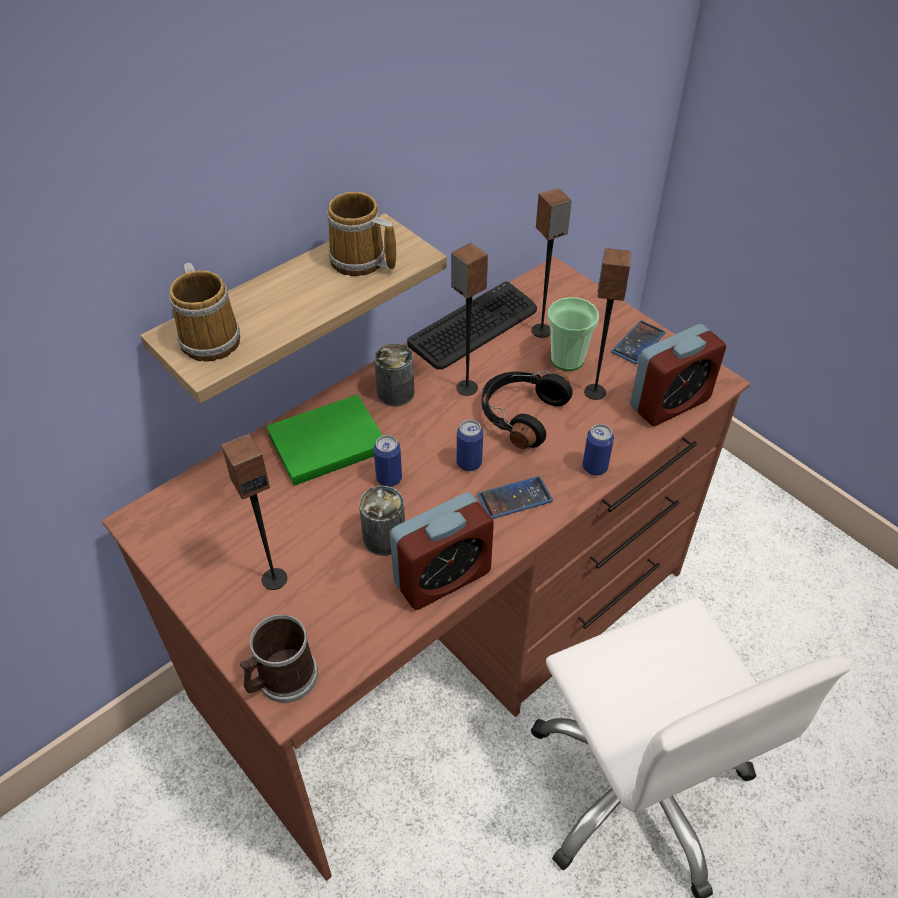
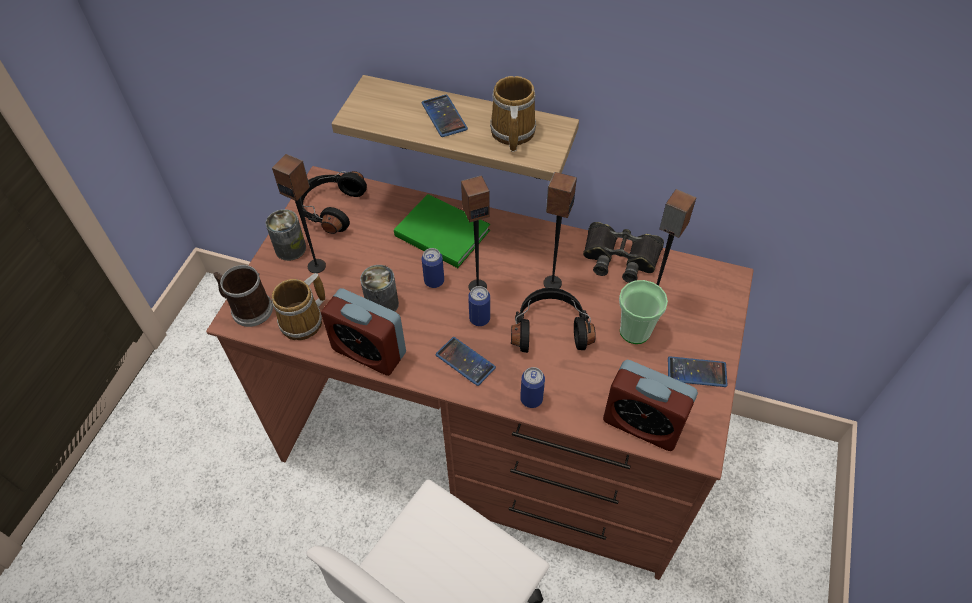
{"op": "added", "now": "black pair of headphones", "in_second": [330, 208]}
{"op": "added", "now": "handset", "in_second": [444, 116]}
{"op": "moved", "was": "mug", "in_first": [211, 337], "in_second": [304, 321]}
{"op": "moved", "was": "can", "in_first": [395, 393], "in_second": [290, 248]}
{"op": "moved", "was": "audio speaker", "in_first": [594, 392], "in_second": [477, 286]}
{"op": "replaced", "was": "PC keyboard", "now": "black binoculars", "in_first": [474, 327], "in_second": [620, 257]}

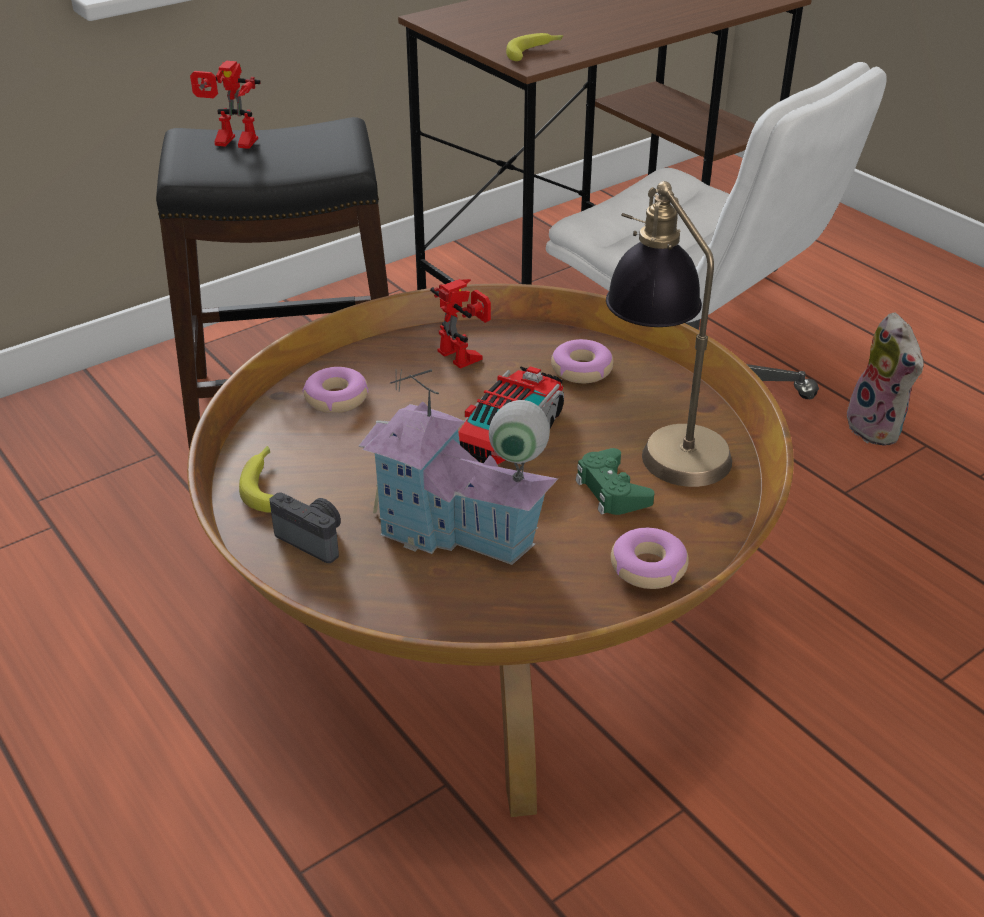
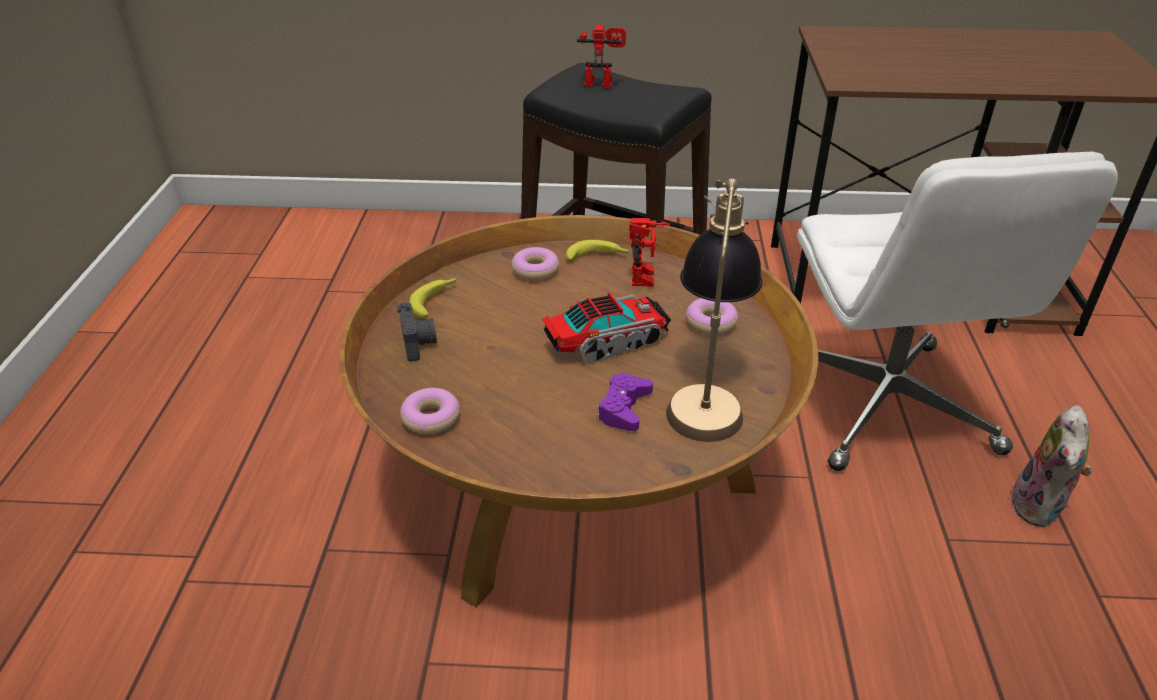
{"op": "removed", "was": "toy house", "in_first": [455, 532]}
{"op": "moved", "was": "banana fruit", "in_first": [535, 52], "in_second": [598, 257]}
{"op": "moved", "was": "donut", "in_first": [648, 567], "in_second": [431, 418]}
{"op": "recoloured", "was": "green-coloured gamepad", "now": "purple-coloured gamepad", "in_first": [611, 490], "in_second": [624, 408]}
{"op": "turned", "was": "model robot", "in_first": [231, 144], "in_second": [601, 81], "clockwise": 135}

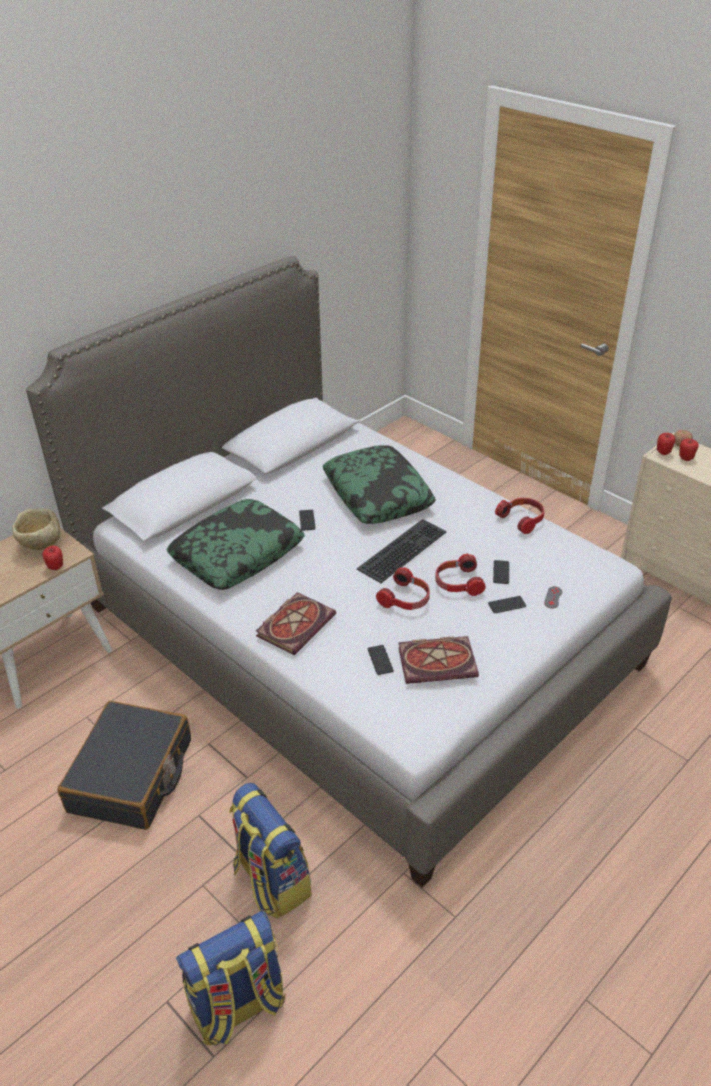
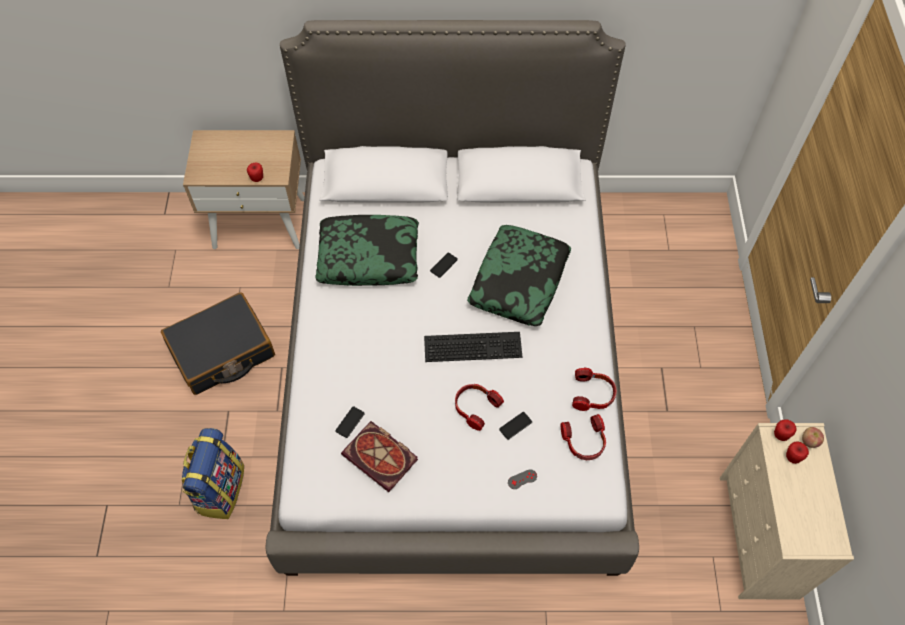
{"op": "removed", "was": "beige bowl", "in_first": [41, 544]}
{"op": "removed", "was": "knapsack", "in_first": [237, 1006]}
{"op": "removed", "was": "volume", "in_first": [296, 624]}
{"op": "removed", "was": "handset", "in_first": [507, 605]}
{"op": "moved", "was": "pair of headphones", "in_first": [406, 599], "in_second": [584, 442]}

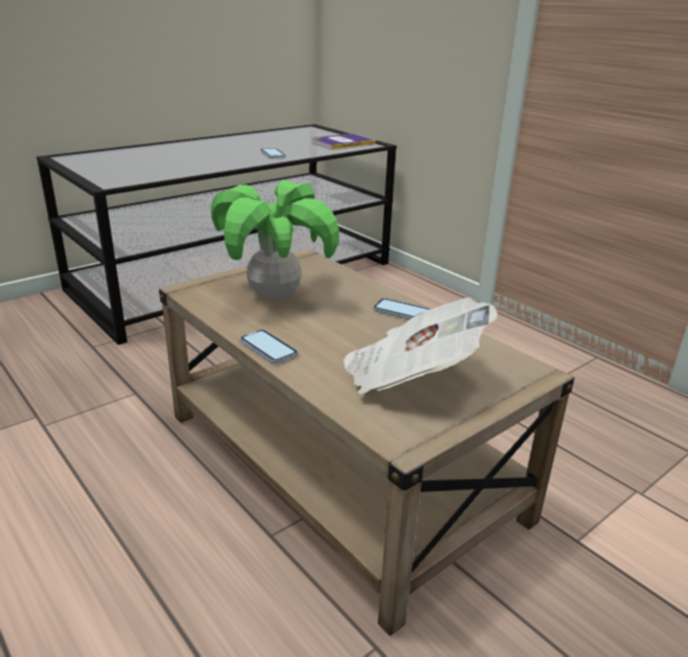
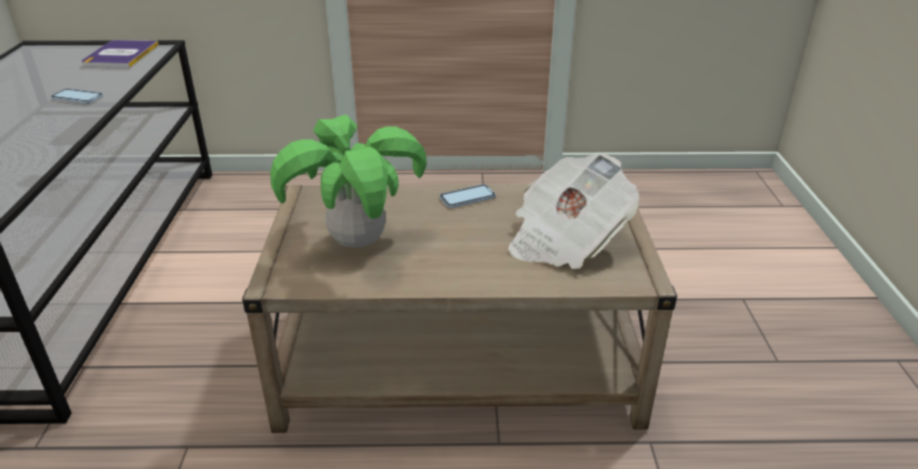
{"op": "removed", "was": "handset", "in_first": [268, 348]}

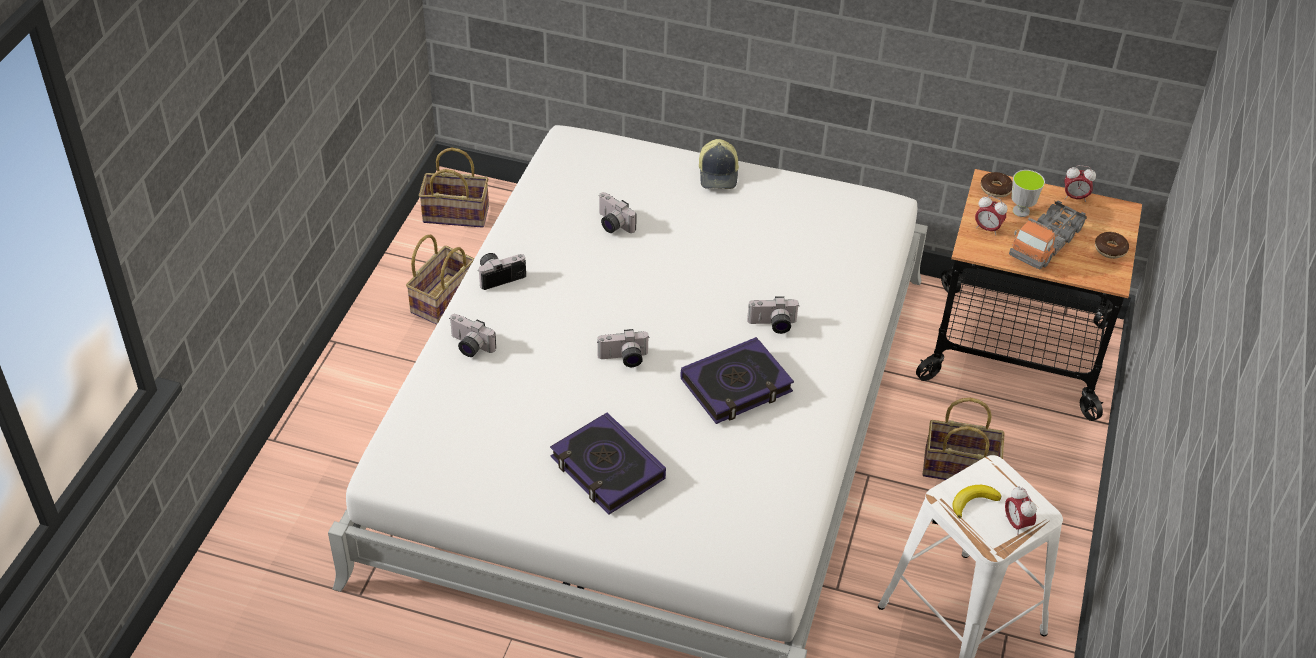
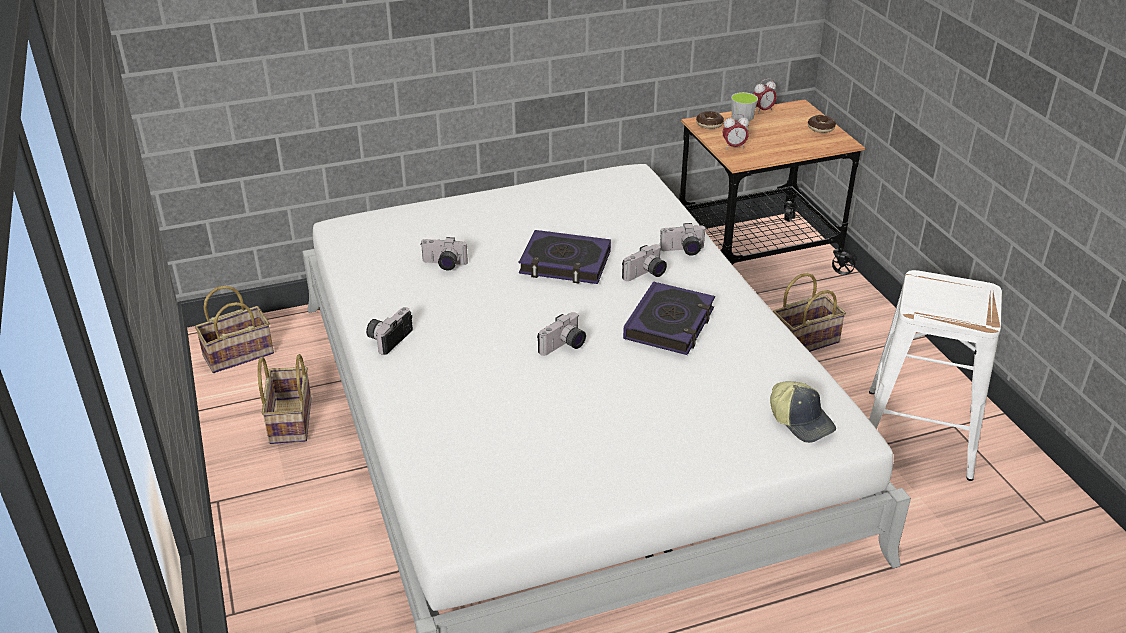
{"op": "removed", "was": "banana fruit", "in_first": [973, 502]}
{"op": "removed", "was": "bedside clock", "in_first": [1016, 524]}
{"op": "removed", "was": "model truck", "in_first": [1046, 243]}
{"op": "moved", "was": "photo camera", "in_first": [469, 346], "in_second": [683, 251]}
{"op": "moved", "was": "volume", "in_first": [607, 469], "in_second": [565, 263]}
{"op": "moved", "was": "baseball cap", "in_first": [719, 174], "in_second": [801, 421]}

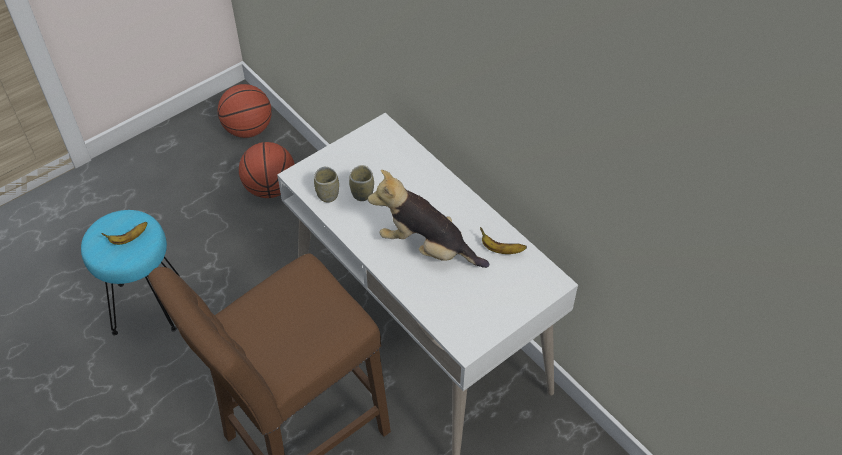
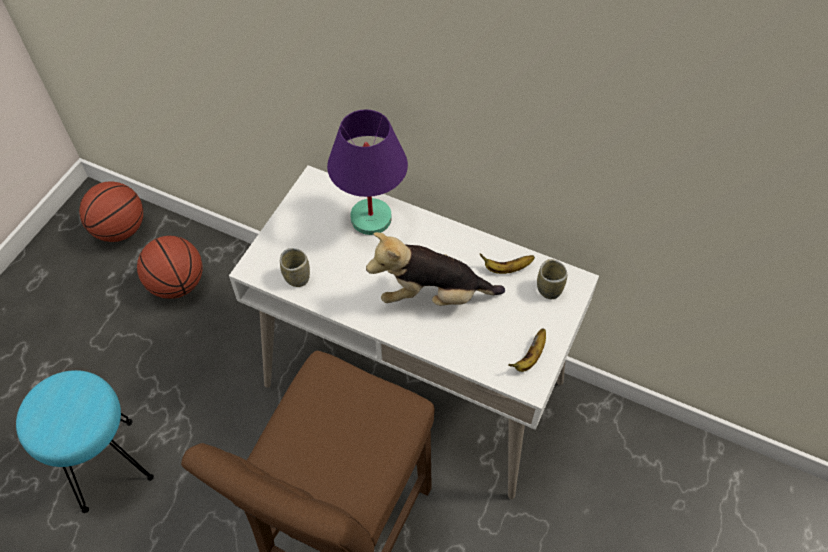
{"op": "added", "now": "purple-coloured tabletop lamp", "in_second": [372, 218]}
{"op": "moved", "was": "banana fruit", "in_first": [129, 238], "in_second": [530, 357]}
{"op": "moved", "was": "cup", "in_first": [362, 193], "in_second": [549, 289]}

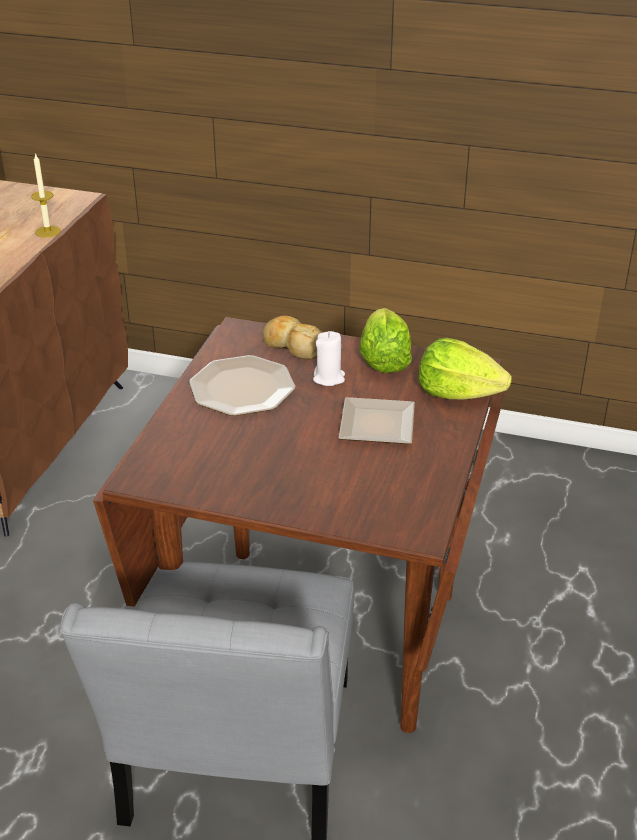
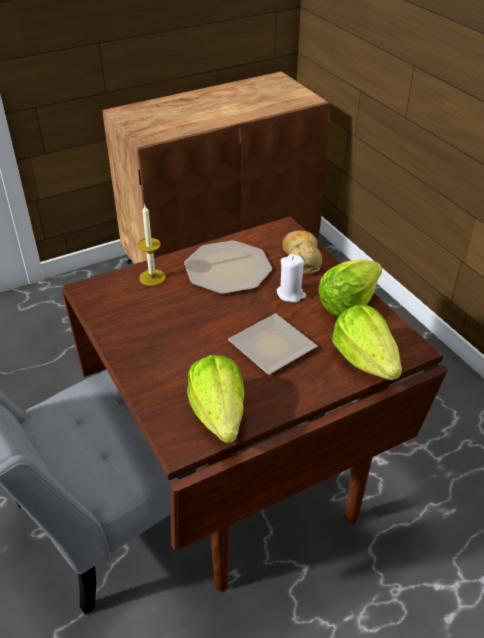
{"op": "added", "now": "lettuce", "in_second": [219, 415]}
{"op": "moved", "was": "wax light", "in_first": [47, 231], "in_second": [152, 277]}

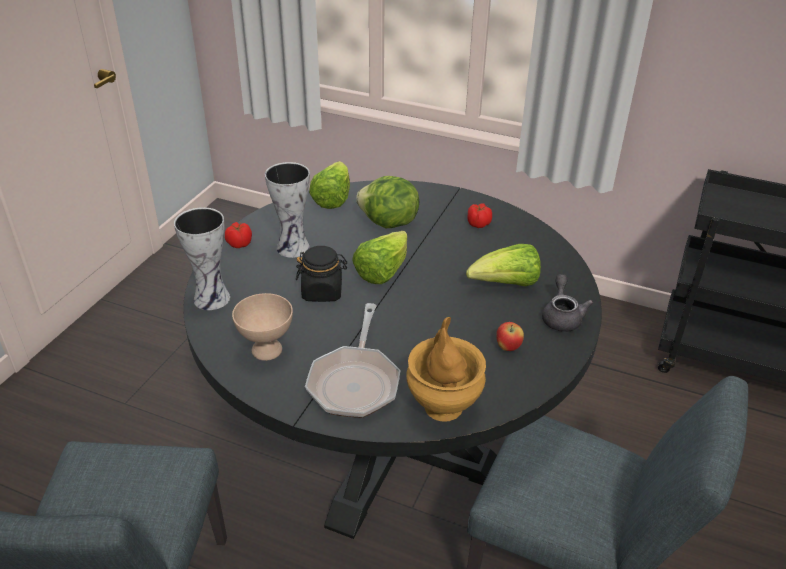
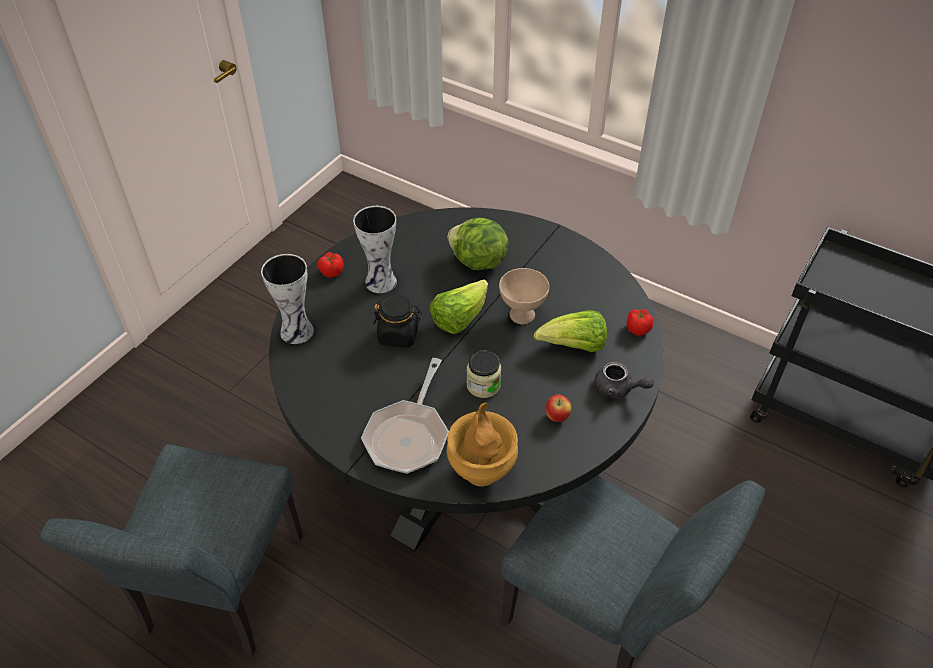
{"op": "removed", "was": "lettuce", "in_first": [332, 198]}
{"op": "added", "now": "jar", "in_second": [483, 385]}
{"op": "moved", "was": "beige bowl", "in_first": [266, 349], "in_second": [521, 314]}
{"op": "moved", "was": "whole tomato", "in_first": [478, 224], "in_second": [637, 329]}
{"op": "turned", "was": "gray pot for tea", "in_first": [562, 317], "in_second": [618, 389], "clockwise": 105}

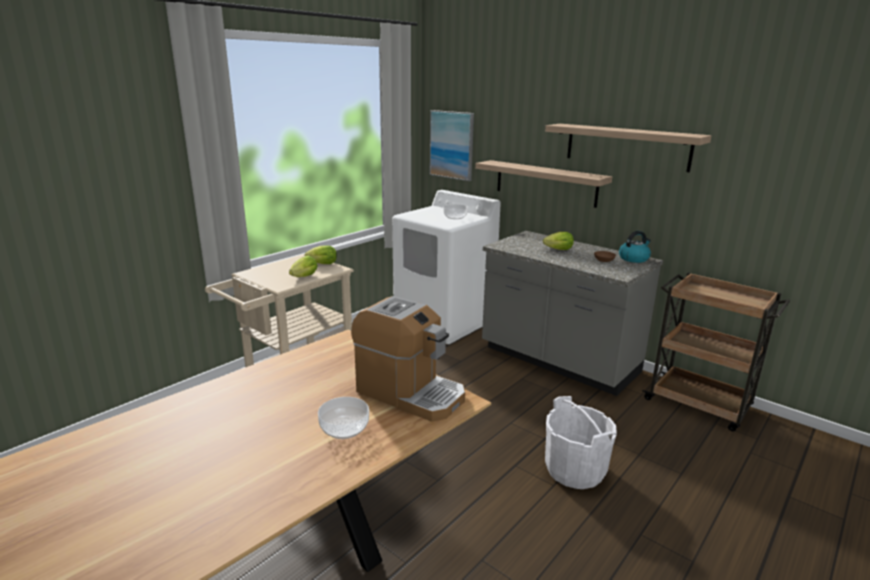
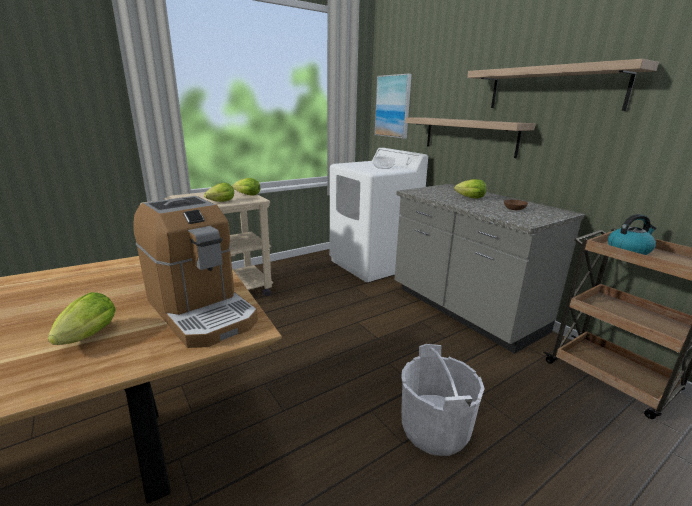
{"op": "moved", "was": "tea kettle", "in_first": [634, 258], "in_second": [628, 250]}
{"op": "replaced", "was": "bowl", "now": "lettuce", "in_first": [345, 428], "in_second": [86, 338]}

